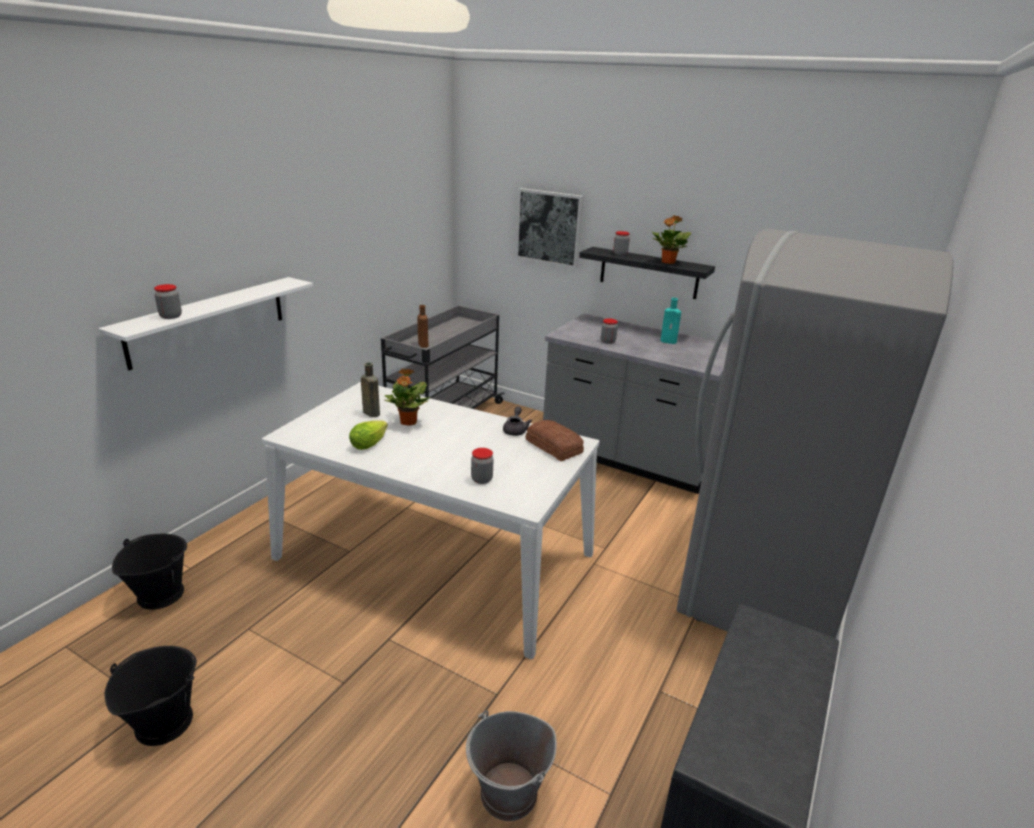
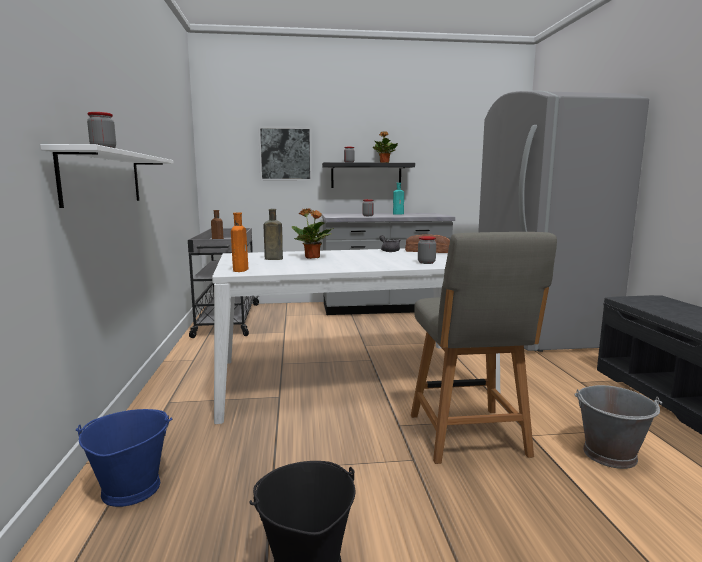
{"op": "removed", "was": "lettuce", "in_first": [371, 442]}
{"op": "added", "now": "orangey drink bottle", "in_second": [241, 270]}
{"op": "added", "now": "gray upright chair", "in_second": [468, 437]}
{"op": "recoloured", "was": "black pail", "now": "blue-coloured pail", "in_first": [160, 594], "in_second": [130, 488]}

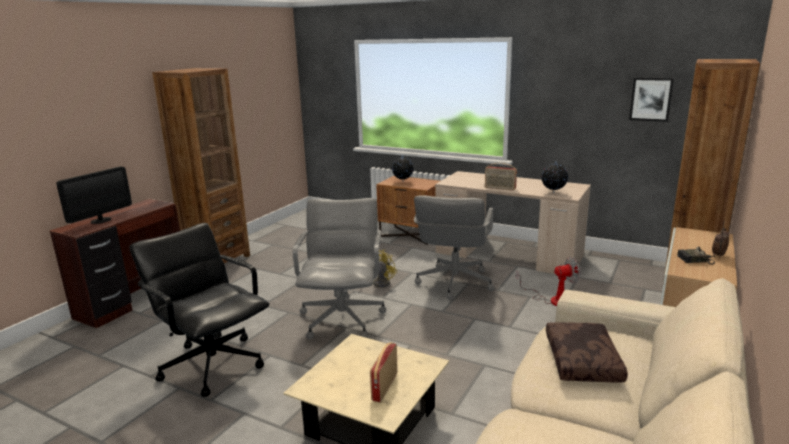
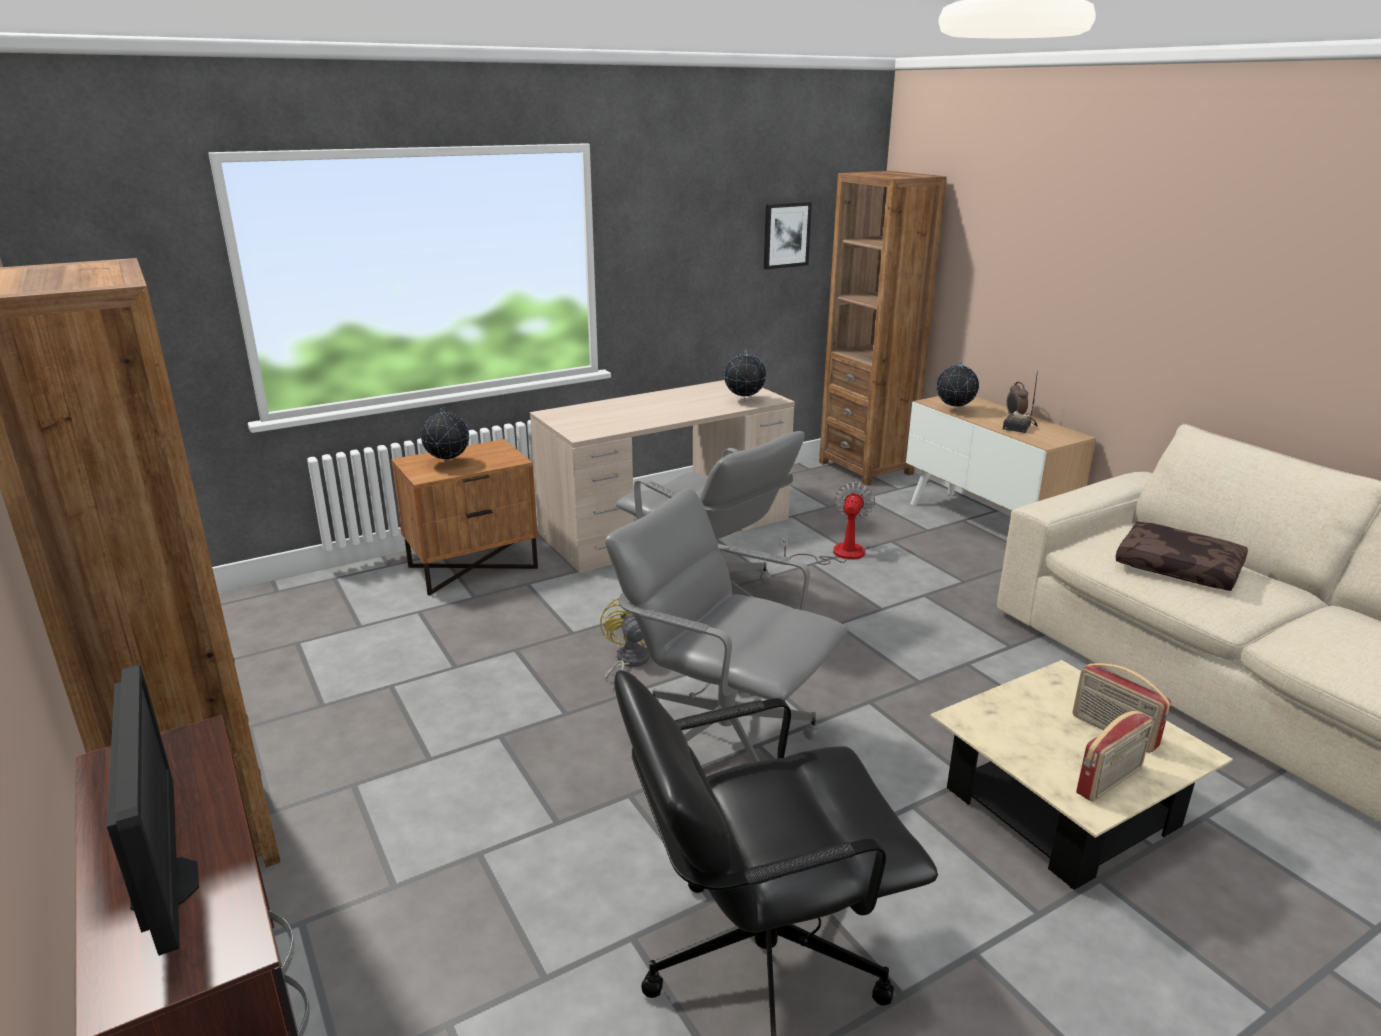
{"op": "added", "now": "world globe", "in_second": [954, 411]}
{"op": "moved", "was": "radio set", "in_first": [500, 188], "in_second": [1110, 781]}

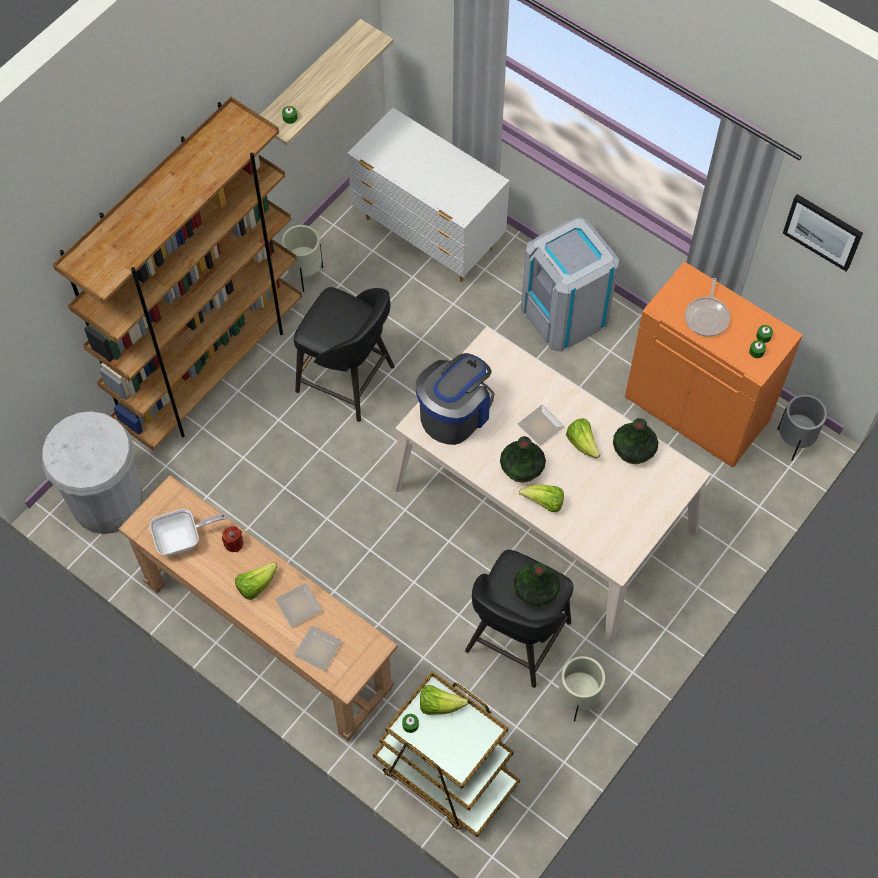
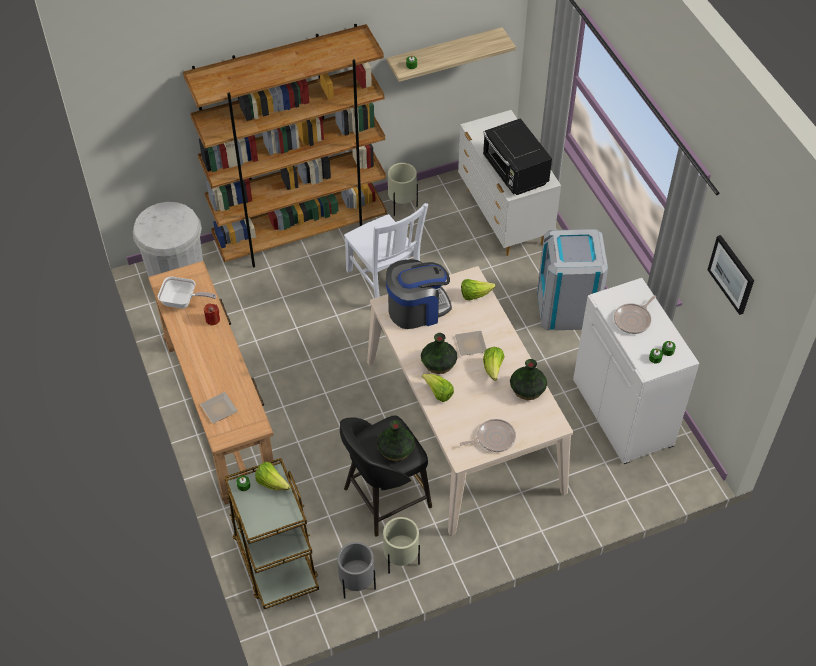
{"op": "removed", "was": "flat dish", "in_first": [299, 604]}
{"op": "added", "now": "pan", "in_second": [493, 438]}
{"op": "added", "now": "black microwave oven", "in_second": [515, 173]}
{"op": "moved", "was": "lettuce", "in_first": [256, 585], "in_second": [475, 295]}
{"op": "moved", "was": "gray planter", "in_first": [793, 442], "in_second": [357, 585]}
{"op": "replaced", "was": "black stool", "now": "white-coloured upright chair", "in_first": [348, 380], "in_second": [385, 282]}
{"op": "recoloured", "was": "orangey cupboard", "now": "white-coloured cupboard", "in_first": [698, 408], "in_second": [624, 413]}

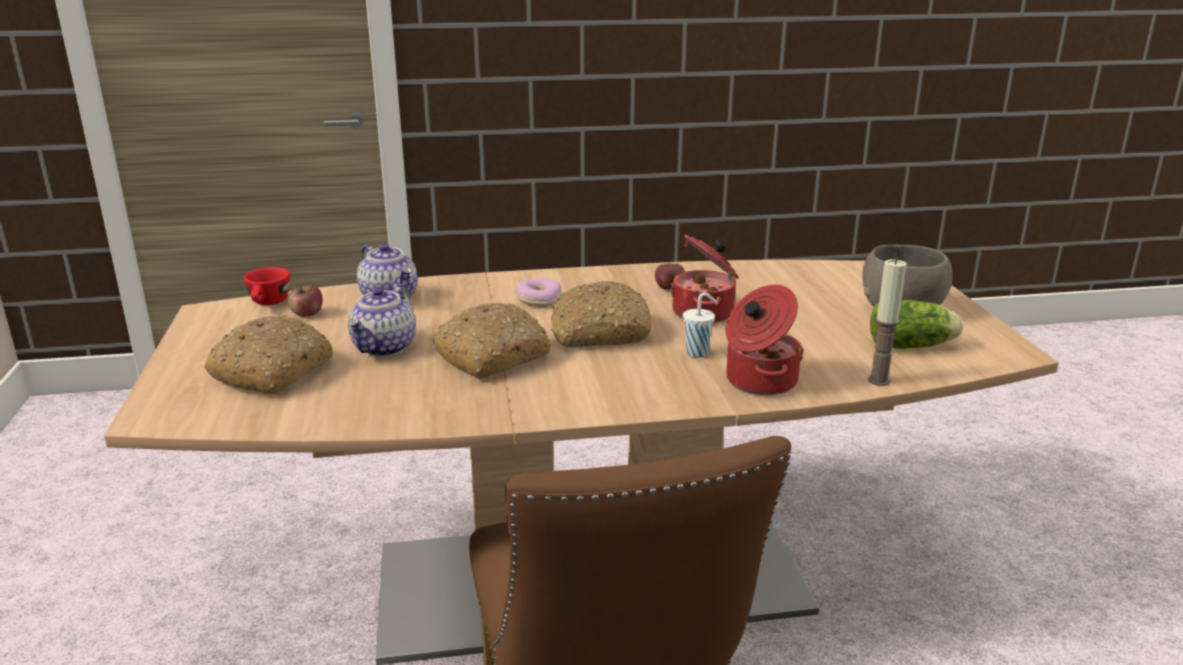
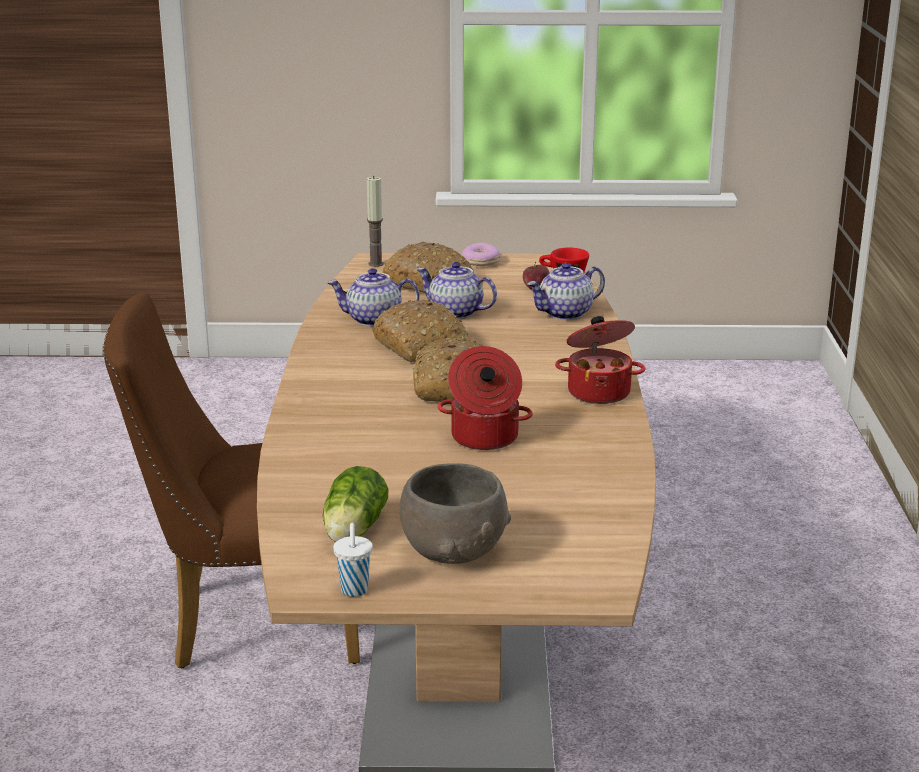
{"op": "removed", "was": "apple fruit", "in_first": [669, 288]}
{"op": "added", "now": "pot for tea", "in_second": [373, 320]}
{"op": "moved", "was": "donut", "in_first": [538, 300], "in_second": [481, 262]}
{"op": "moved", "was": "white-coloured cup", "in_first": [698, 353], "in_second": [354, 591]}
{"op": "moved", "was": "saucepot", "in_first": [759, 381], "in_second": [599, 391]}
{"op": "moved", "was": "wax light", "in_first": [879, 380], "in_second": [376, 264]}

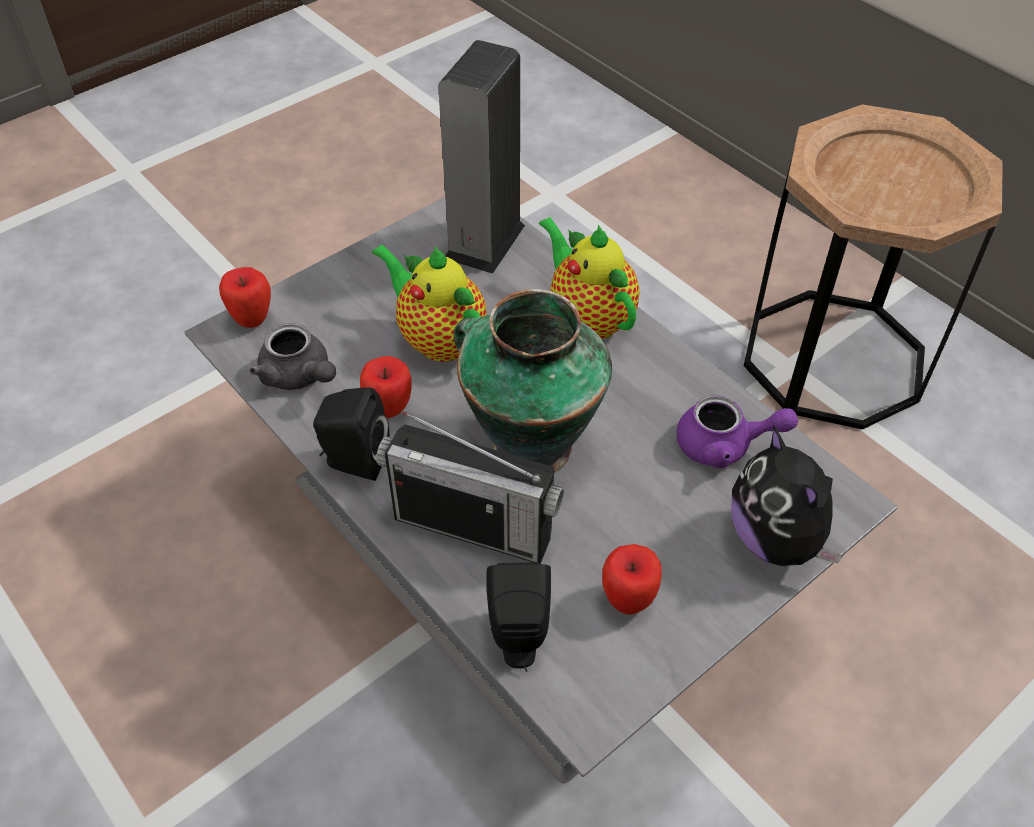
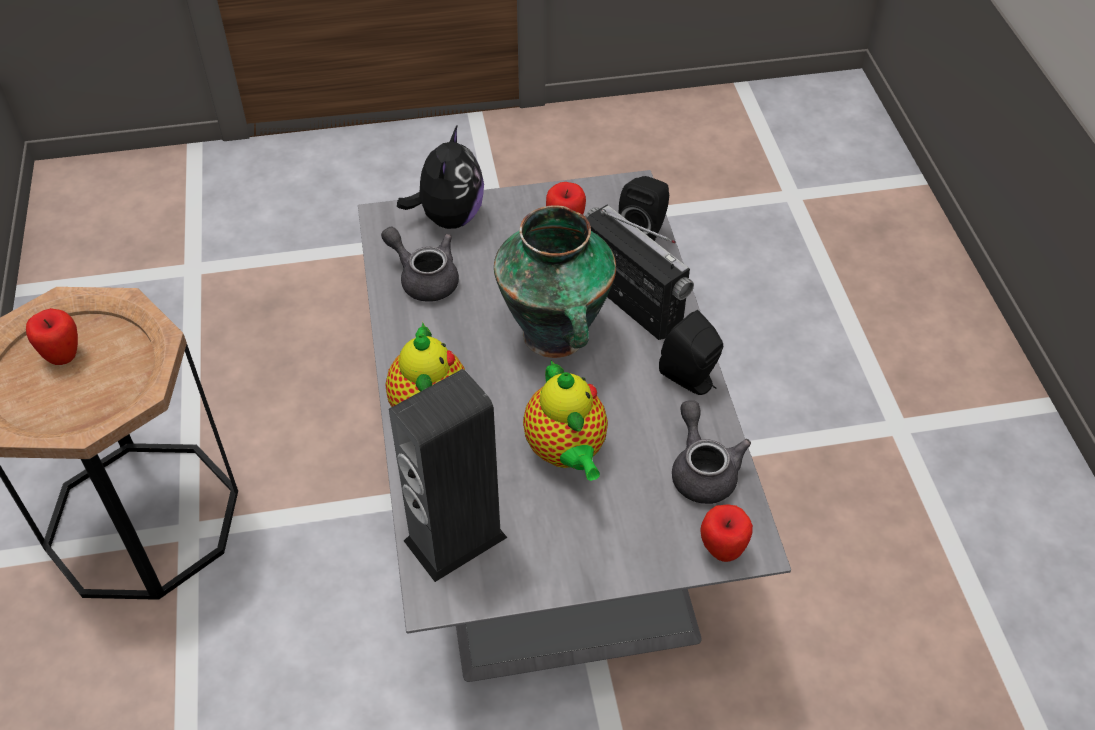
{"op": "moved", "was": "apple fruit", "in_first": [389, 410], "in_second": [63, 356]}
{"op": "recoloured", "was": "purple-coloured pot for tea", "now": "gray pot for tea", "in_first": [724, 446], "in_second": [424, 278]}

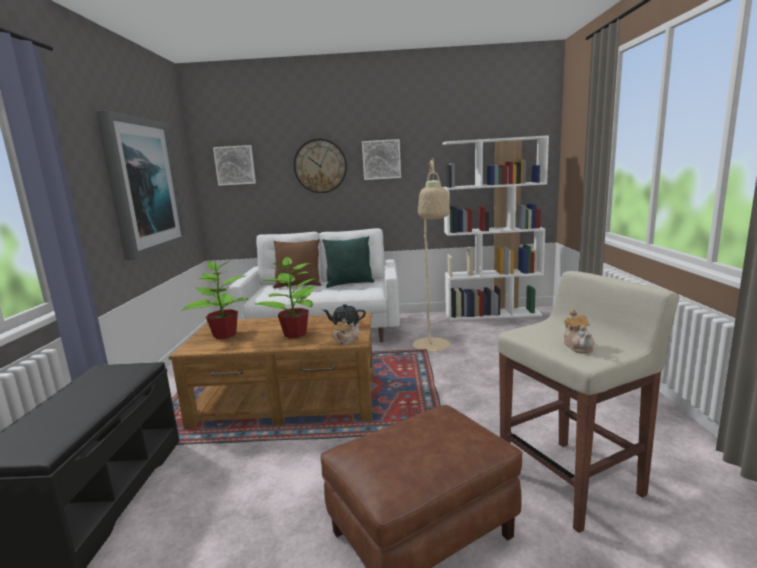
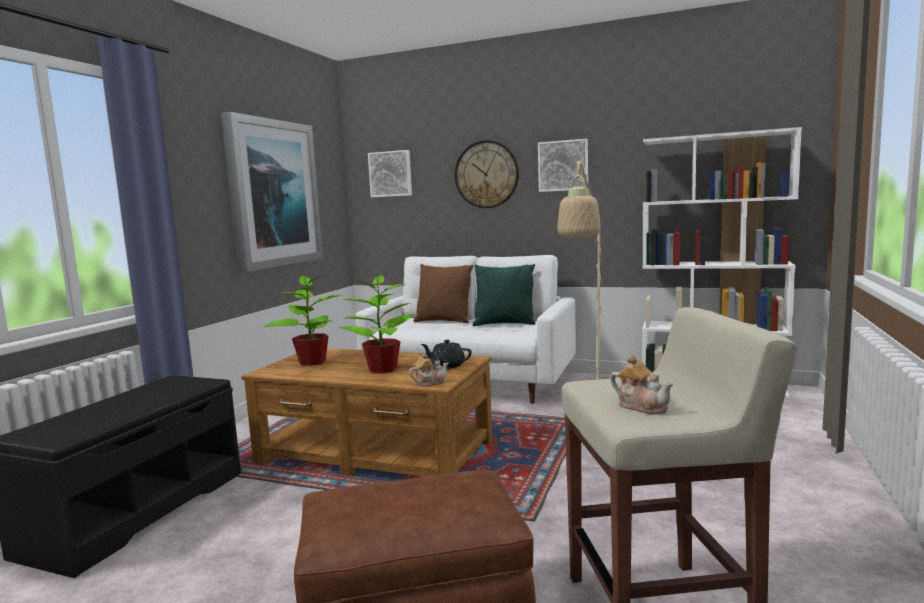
{"op": "turned", "was": "pot for tea", "in_first": [578, 346], "in_second": [642, 406], "clockwise": -60}

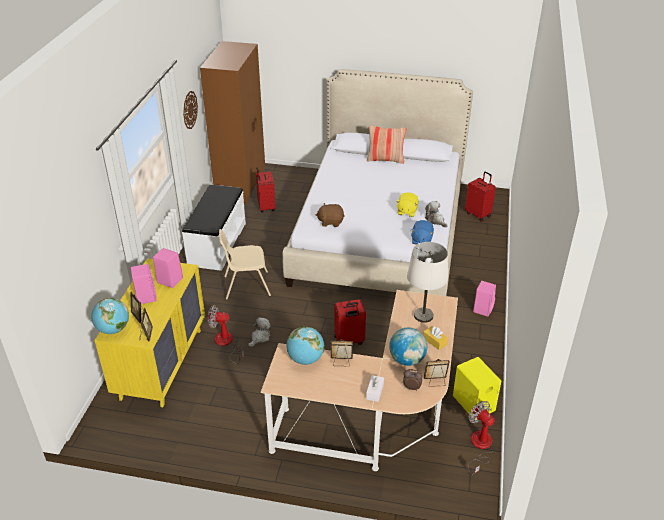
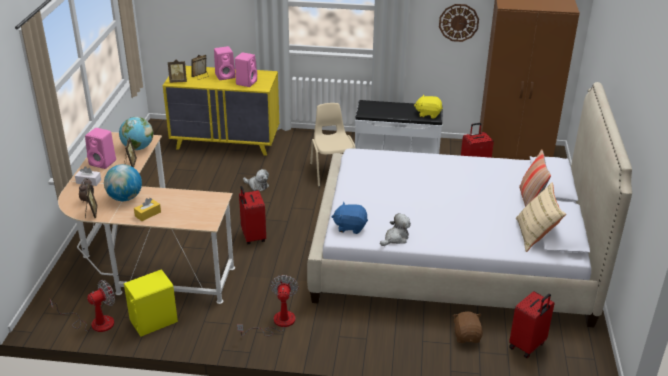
{"op": "removed", "was": "world globe", "in_first": [113, 329]}
{"op": "removed", "was": "white-coloured tabletop lamp", "in_first": [423, 316]}
{"op": "added", "now": "beige pillow", "in_second": [535, 235]}
{"op": "moved", "was": "electric fan", "in_first": [226, 343], "in_second": [277, 323]}
{"op": "moved", "was": "brownish cuddly toy", "in_first": [330, 222], "in_second": [467, 336]}
{"op": "moved", "was": "yellowish cuddly toy", "in_first": [406, 211], "in_second": [428, 114]}
{"op": "moved", "was": "pink-coloured audio speaker", "in_first": [483, 309], "in_second": [103, 163]}

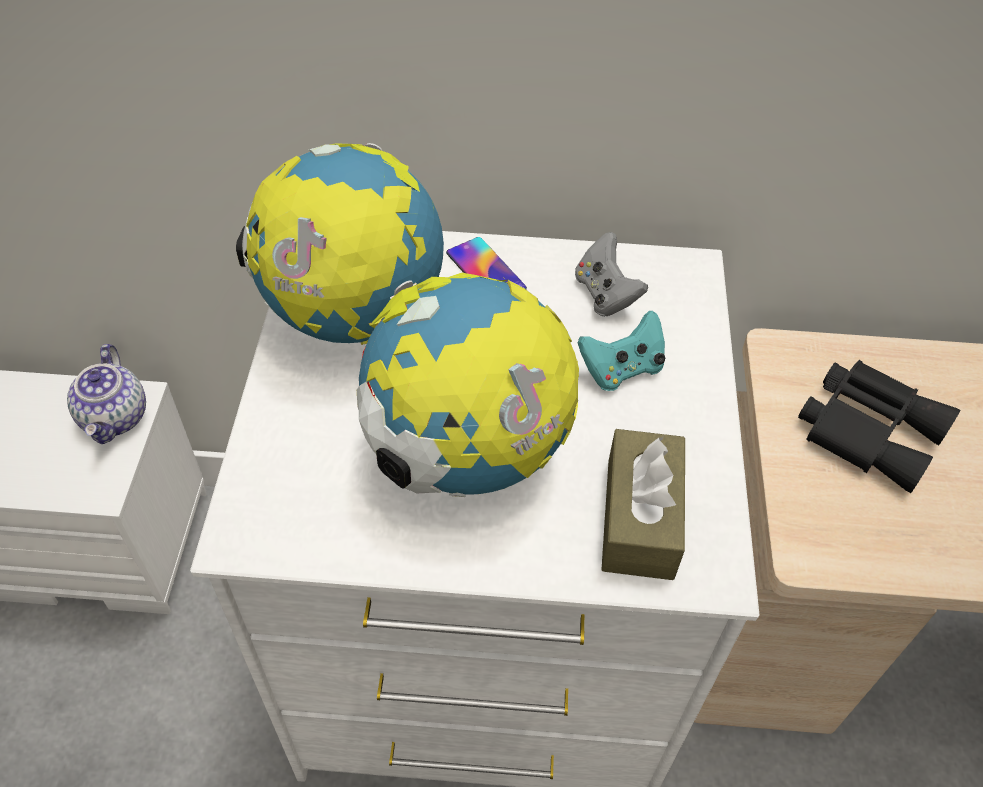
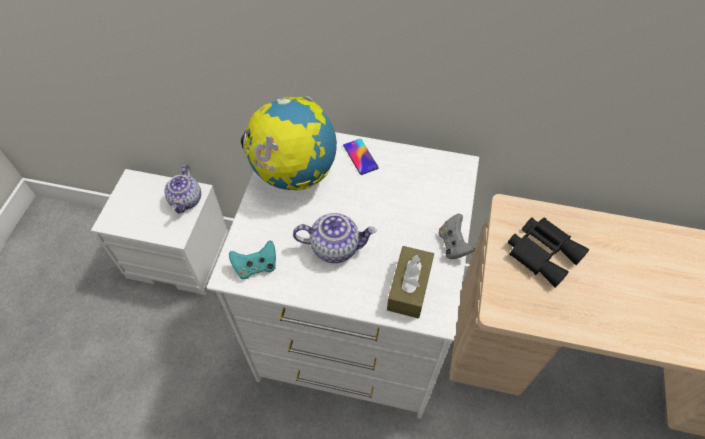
{"op": "moved", "was": "gray gamepad", "in_first": [605, 294], "in_second": [453, 244]}
{"op": "moved", "was": "turquoise gamepad", "in_first": [621, 369], "in_second": [256, 266]}
{"op": "replaced", "was": "world globe", "now": "pot for tea", "in_first": [466, 452], "in_second": [335, 247]}

